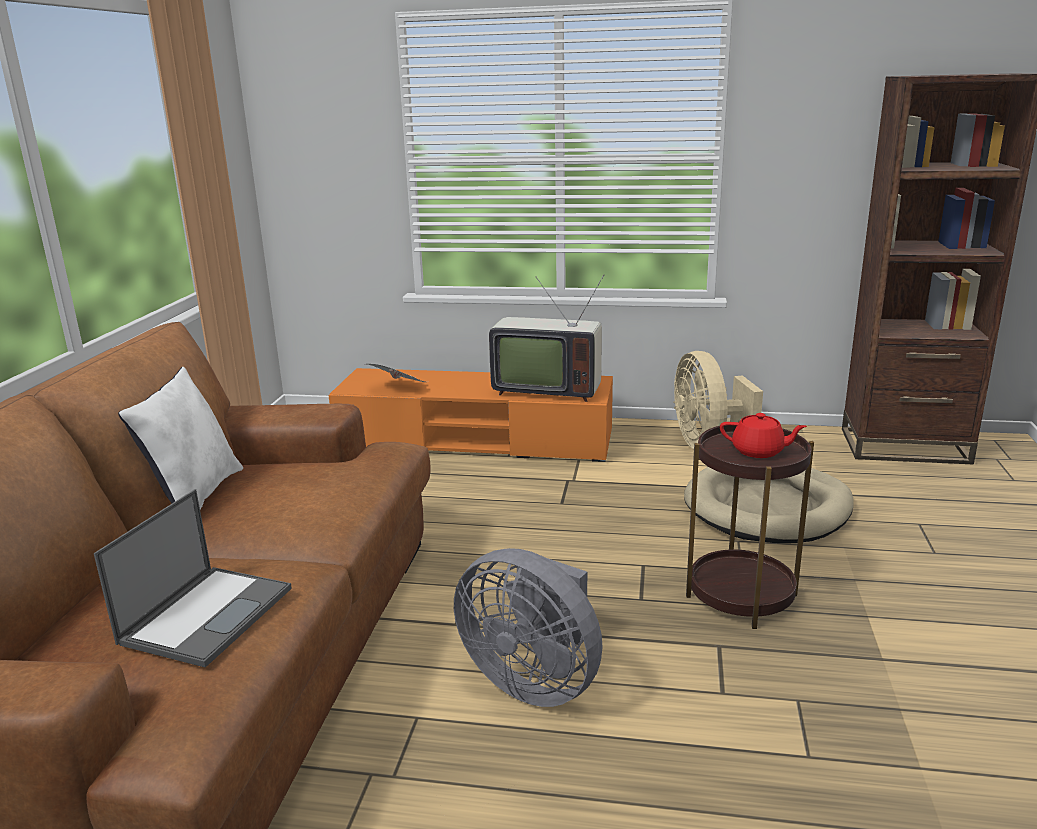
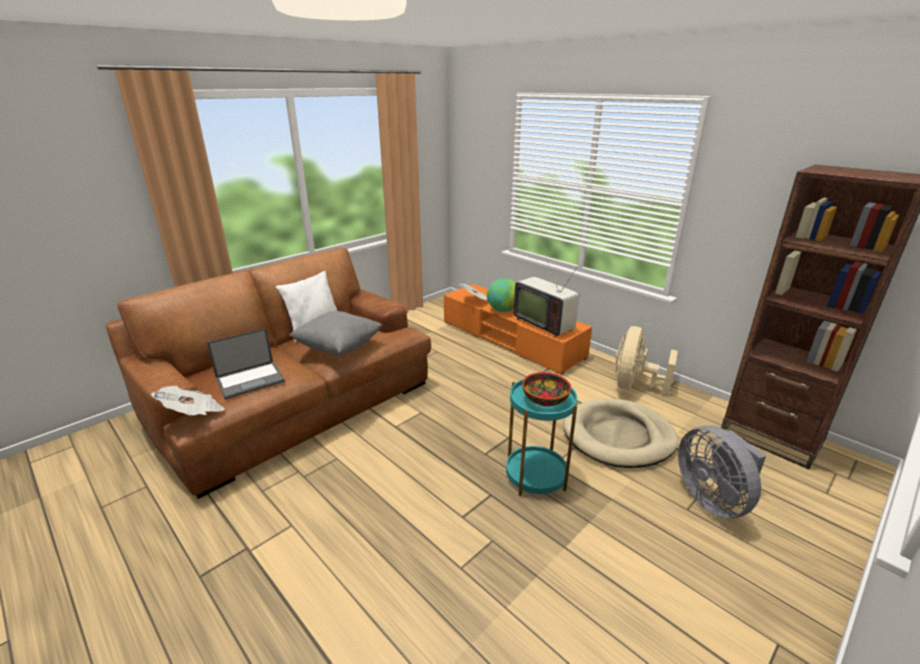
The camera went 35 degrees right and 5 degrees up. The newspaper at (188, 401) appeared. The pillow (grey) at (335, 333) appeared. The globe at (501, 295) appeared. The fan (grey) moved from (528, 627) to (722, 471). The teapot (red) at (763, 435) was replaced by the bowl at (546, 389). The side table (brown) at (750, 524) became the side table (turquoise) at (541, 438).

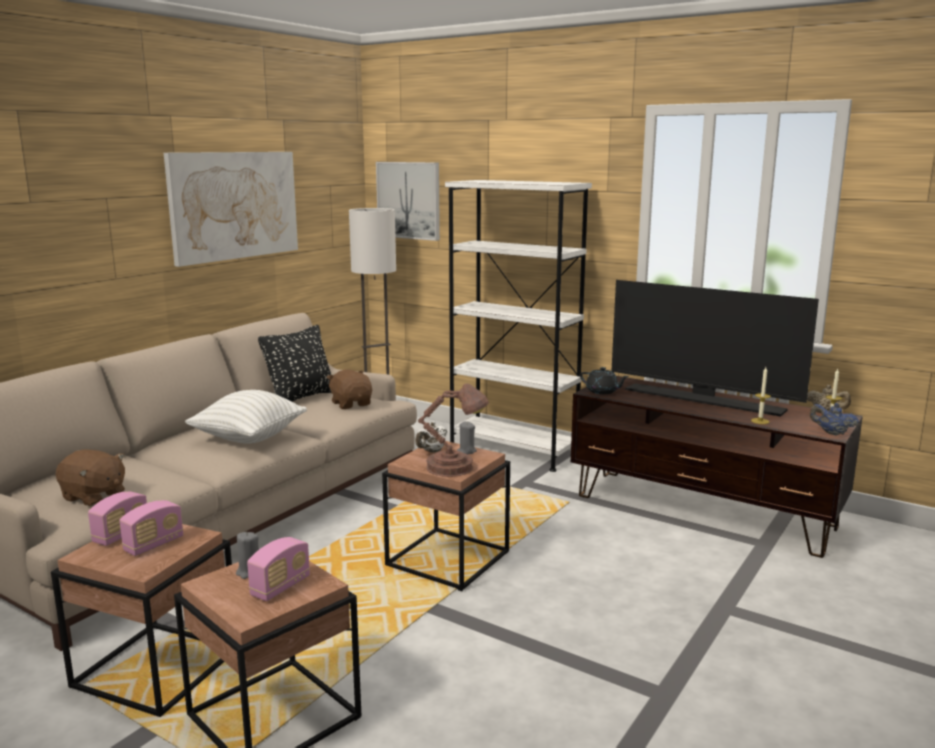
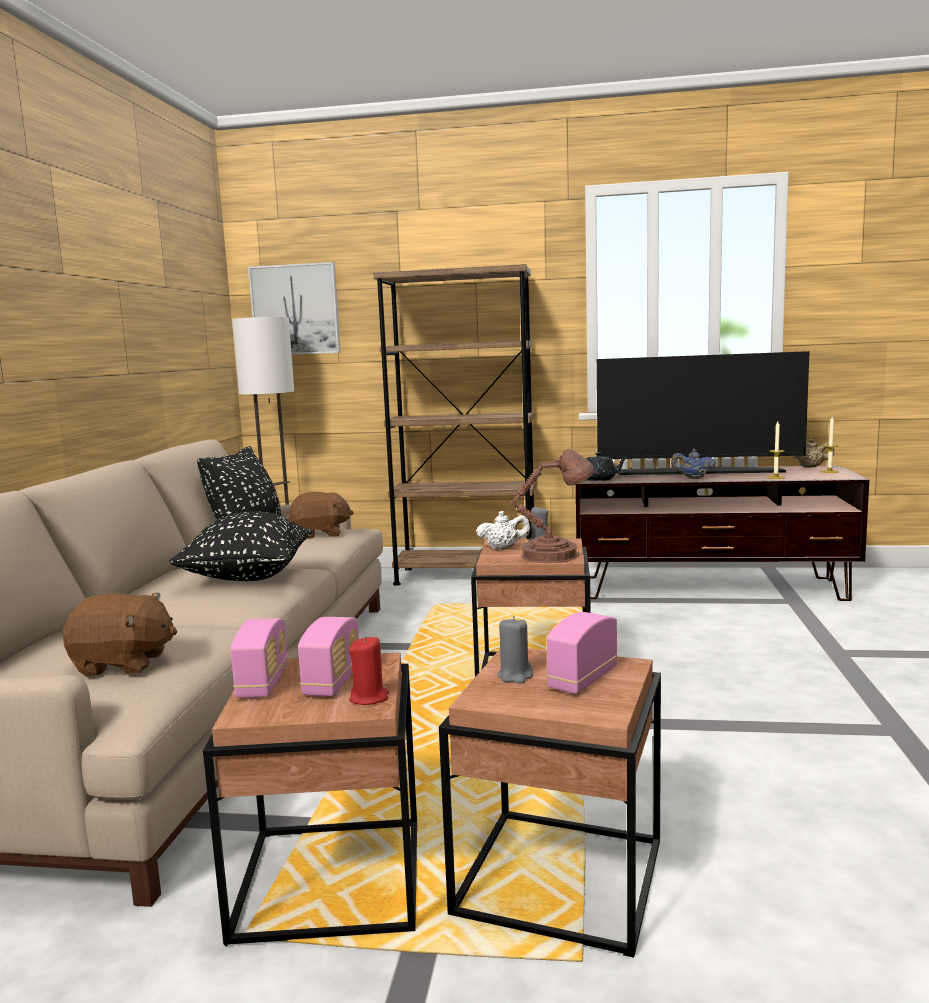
The camera went 25 degrees left and 5 degrees down. The picture at (231, 209) disappeared. The candle (red) at (369, 670) appeared. The teapot (blue) moved from (834, 419) to (693, 464). The pillow (white) at (246, 417) became the pillow (black) at (240, 546). The bookcase (white) at (518, 326) became the bookcase (brown) at (455, 425). The radio at (278, 569) turned 150 degrees counterclockwise. The plush toy (brown) at (349, 389) turned 135 degrees clockwise. The teapot (white) at (431, 437) turned 105 degrees counterclockwise.

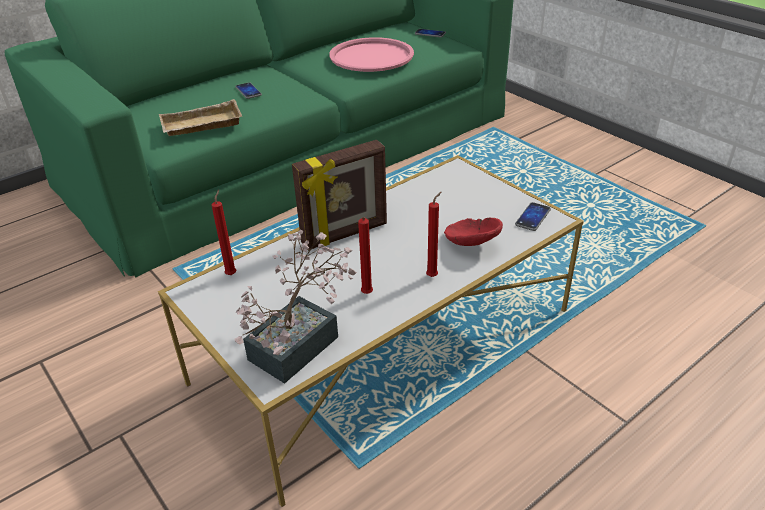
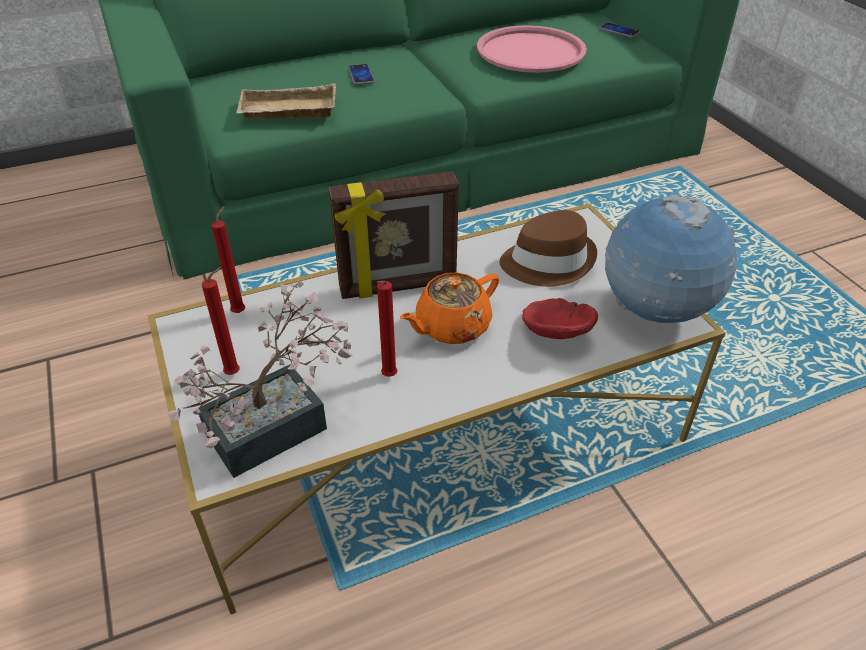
The camera went 15 degrees right and 5 degrees up. The teapot (orange) at (449, 308) appeared. The hat (brown) at (548, 248) appeared. The candle (red) moved from (433, 234) to (221, 321). The phone at (533, 216) was replaced by the globe at (672, 258).

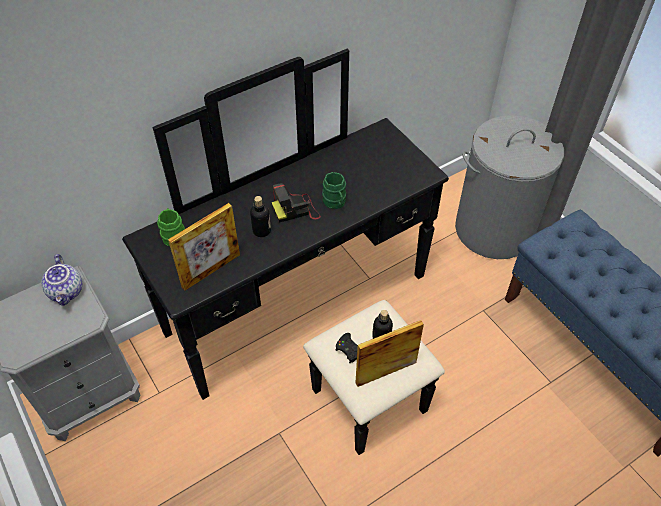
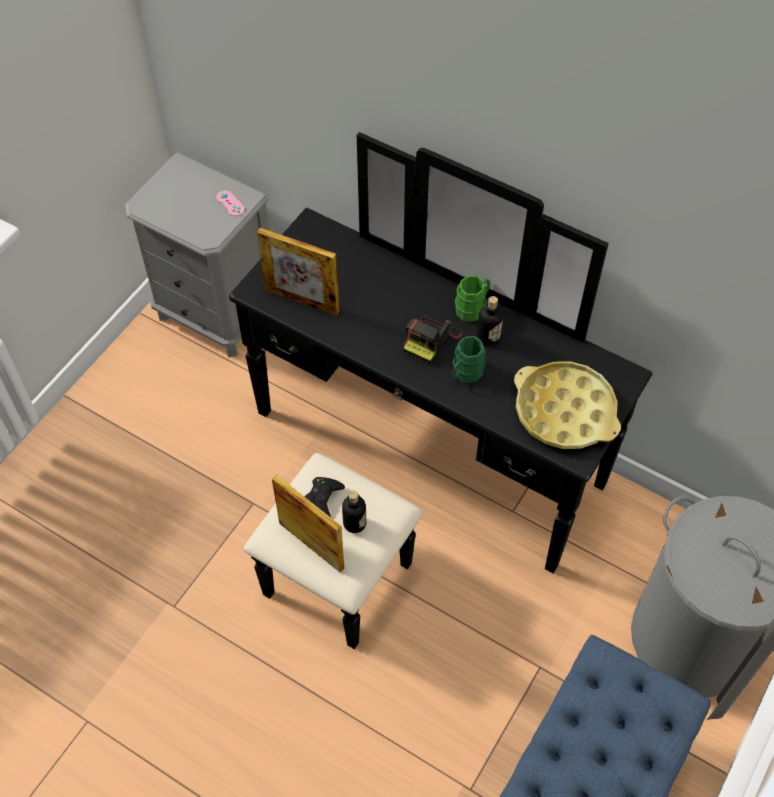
The camera went 65 degrees right and 5 degrees up. The tray (yellow) at (567, 405) appeared. The mug (green) moved from (171, 227) to (472, 299). The bottle moved from (260, 216) to (490, 320). The teapot at (61, 280) was replaced by the game controller (pink) at (230, 203). The photo camera at (296, 203) turned 105 degrees counterclockwise.

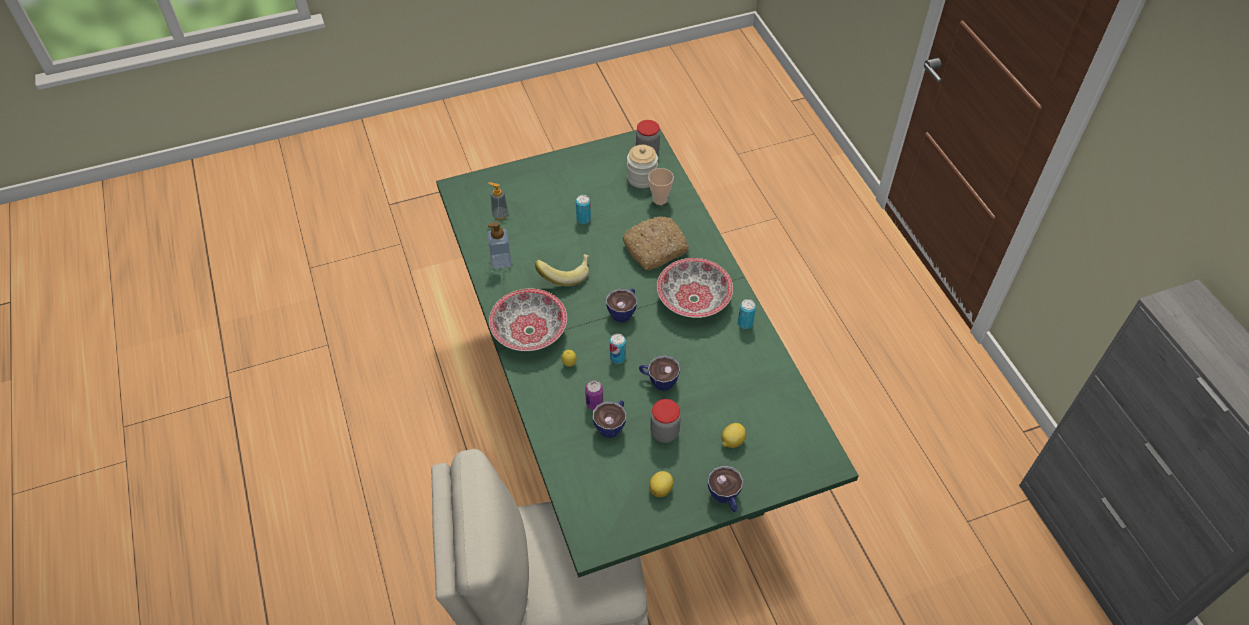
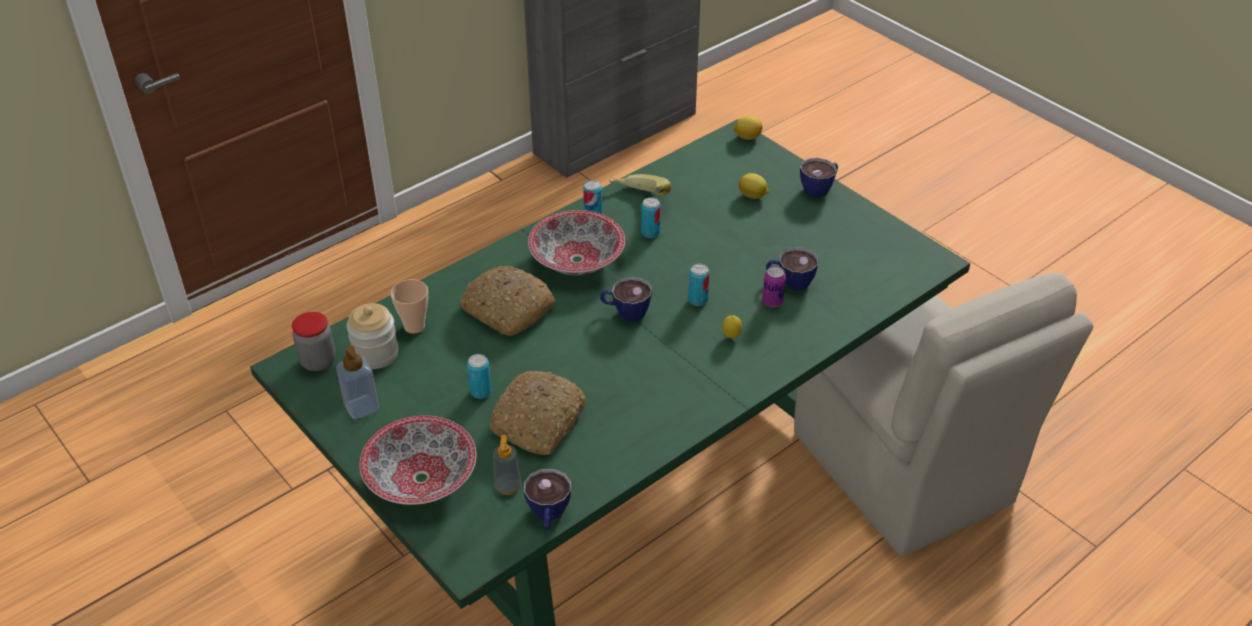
The camera went 110 degrees left and 10 degrees down. The jar at (665, 421) disappeared. The bread at (538, 413) appeared. The can at (651, 217) appeared. The soap dispenser moved from (499, 245) to (357, 382). The bowl moved from (528, 319) to (418, 460). The banana moved from (562, 270) to (640, 184). The cup moved from (659, 373) to (547, 499). The lemon moved from (661, 484) to (747, 128).

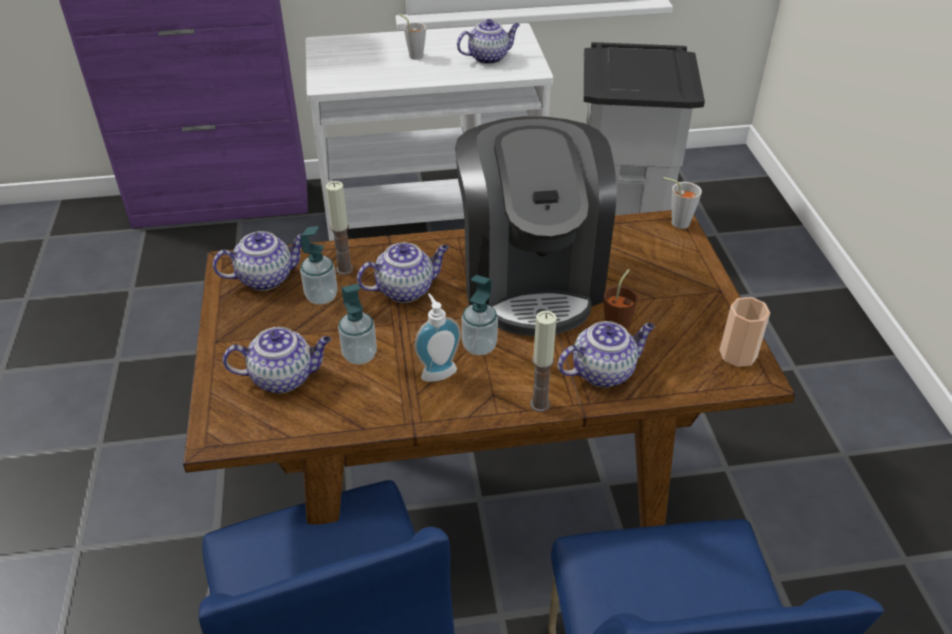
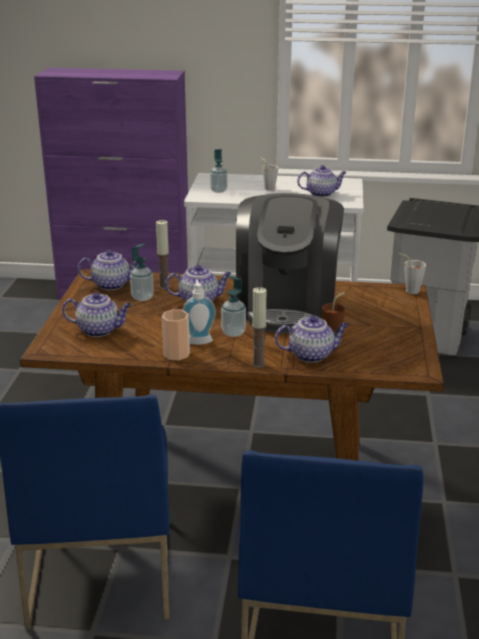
The camera went 15 degrees right and 15 degrees down. The soap dispenser moved from (357, 324) to (218, 171). The cup moved from (744, 332) to (176, 335).

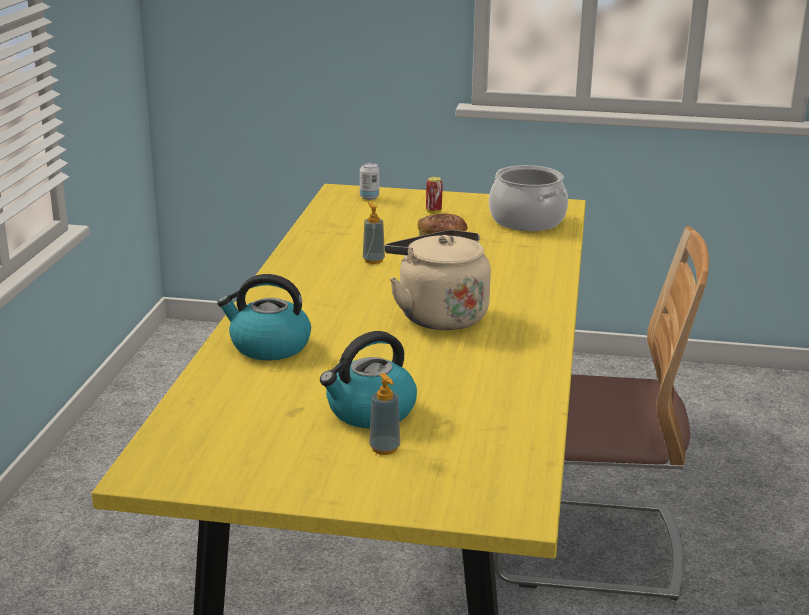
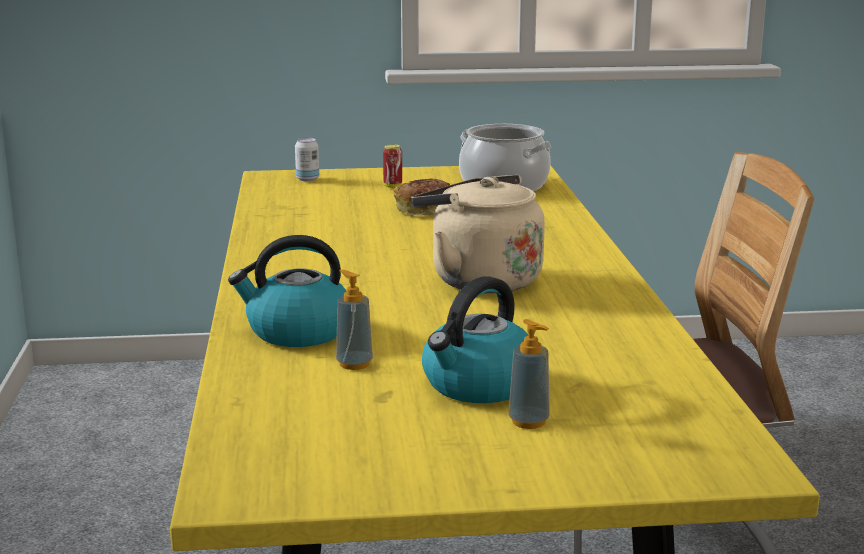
The camera went 15 degrees left and 5 degrees down. The soap dispenser moved from (374, 233) to (354, 320).

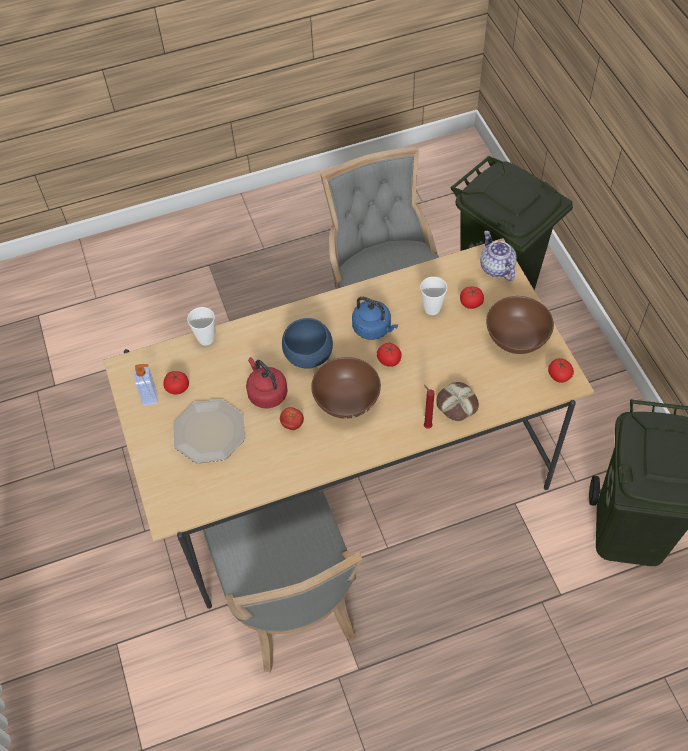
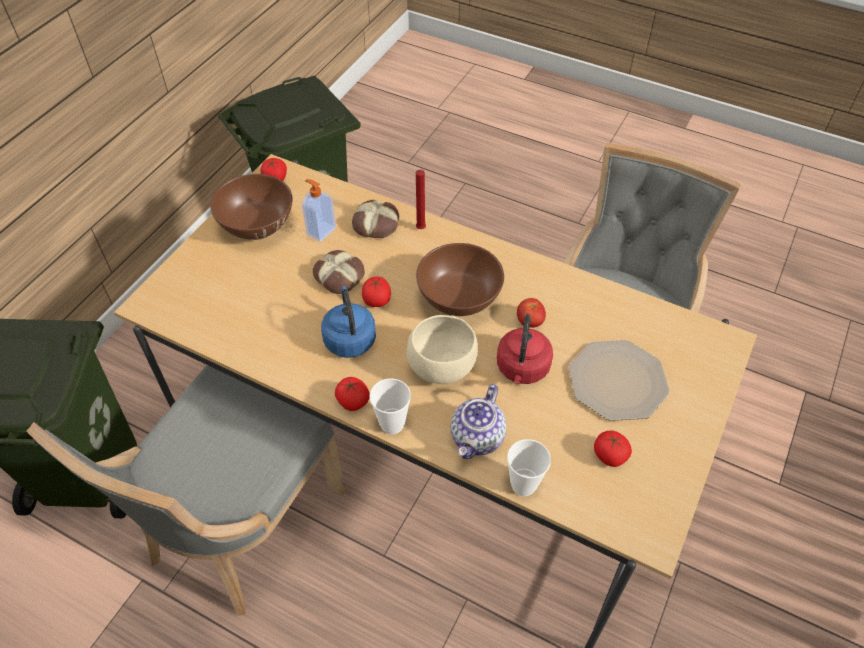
The camera went 135 degrees left and 5 degrees down. The bread at (339, 272) appeared. The soap dispenser moved from (145, 385) to (319, 210). The cup moved from (433, 296) to (390, 406). The tomato moved from (472, 297) to (352, 394). The teapot moved from (498, 256) to (479, 421). The bowl (blue) at (307, 343) became the bowl (beige) at (442, 349).

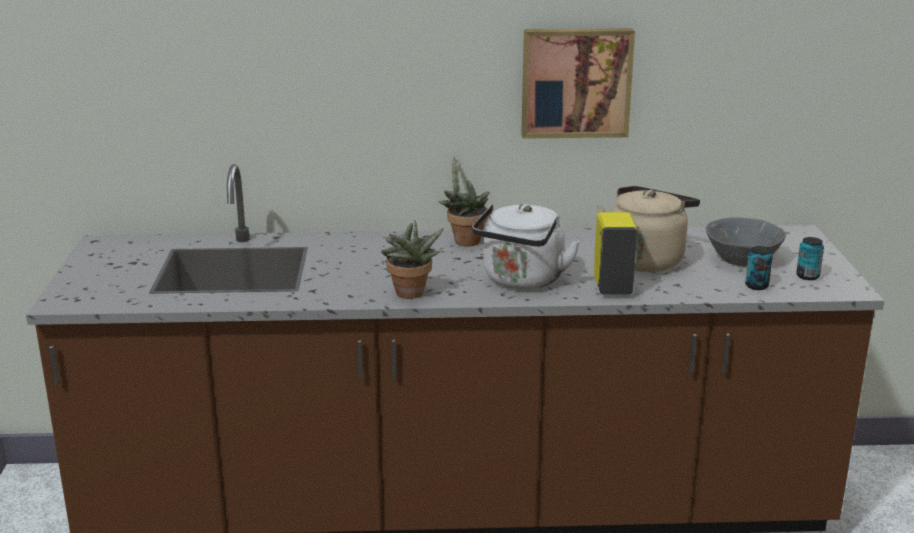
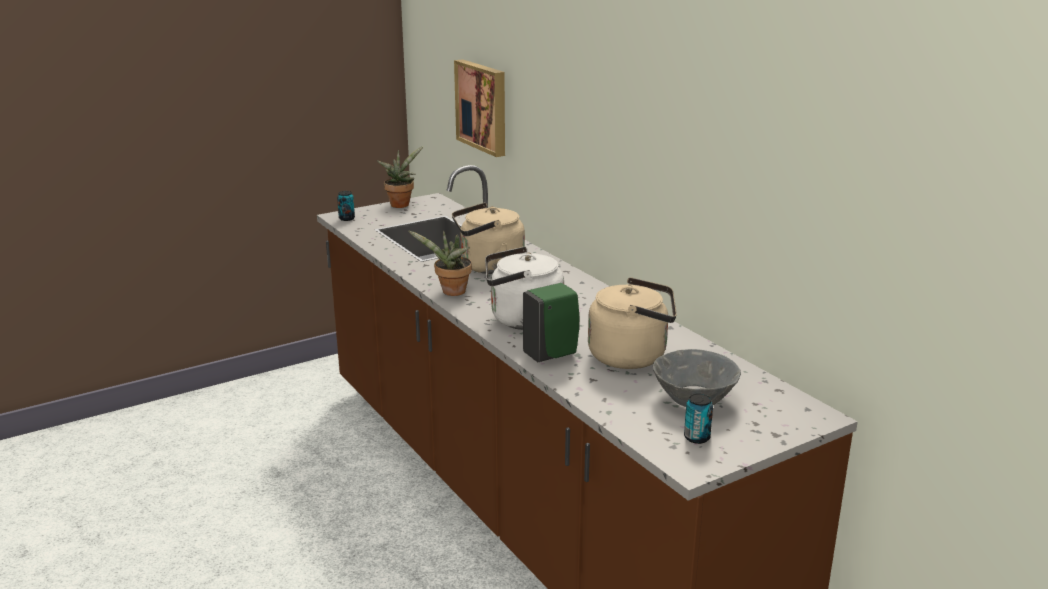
The camera went 60 degrees right and 0 degrees up. The kettle (beige) at (488, 238) appeared. The potted plant moved from (463, 201) to (400, 177). The picture moved from (578, 83) to (479, 108). The can moved from (759, 268) to (346, 206). The soap dispenser (yellow) at (615, 253) became the soap dispenser (green) at (551, 322).

